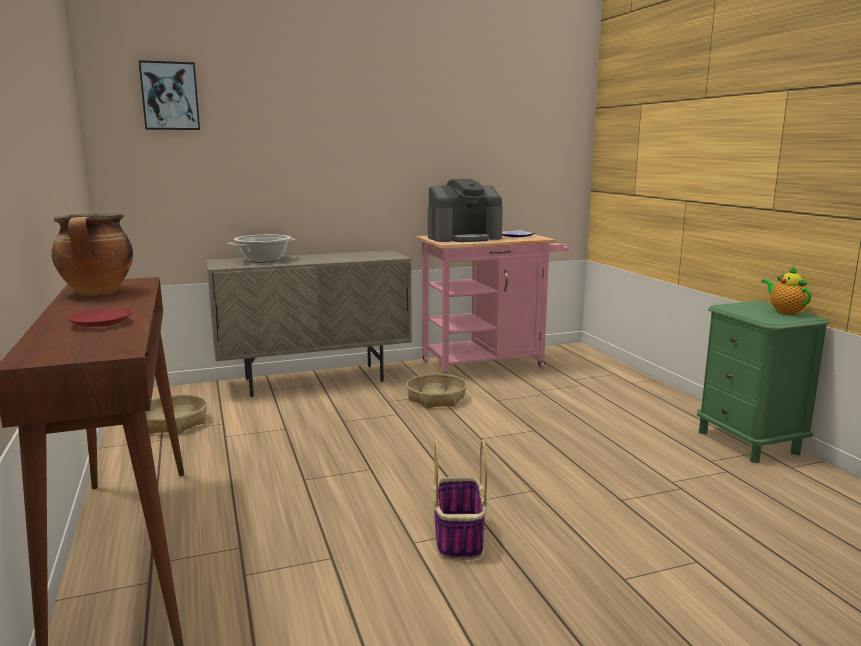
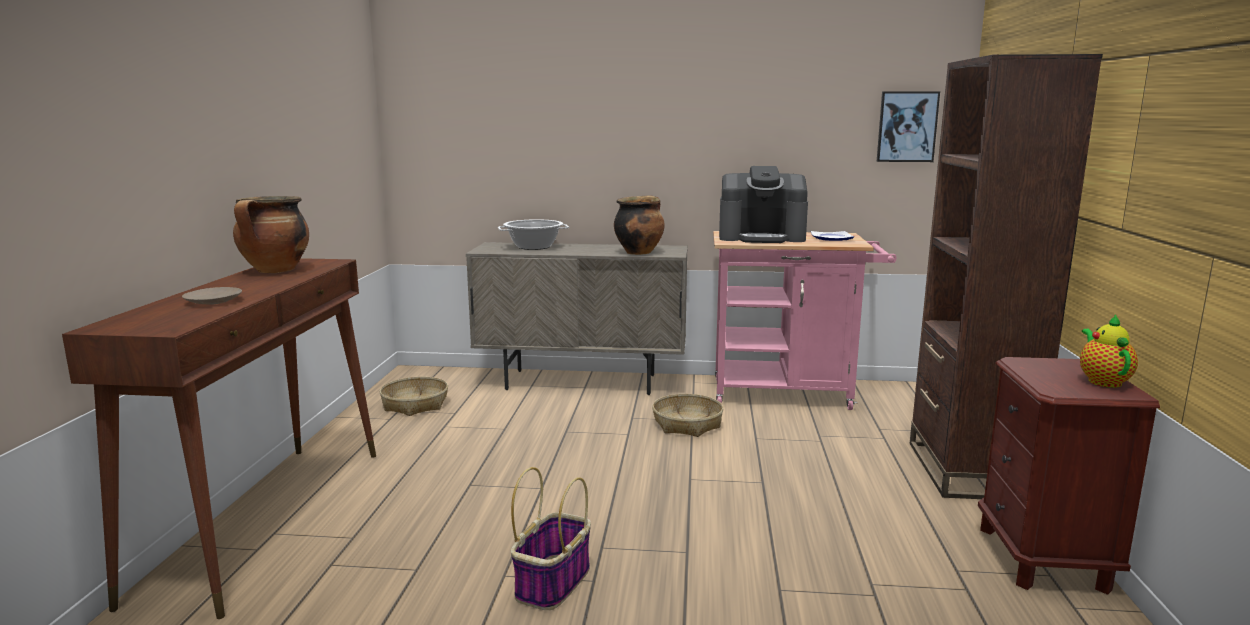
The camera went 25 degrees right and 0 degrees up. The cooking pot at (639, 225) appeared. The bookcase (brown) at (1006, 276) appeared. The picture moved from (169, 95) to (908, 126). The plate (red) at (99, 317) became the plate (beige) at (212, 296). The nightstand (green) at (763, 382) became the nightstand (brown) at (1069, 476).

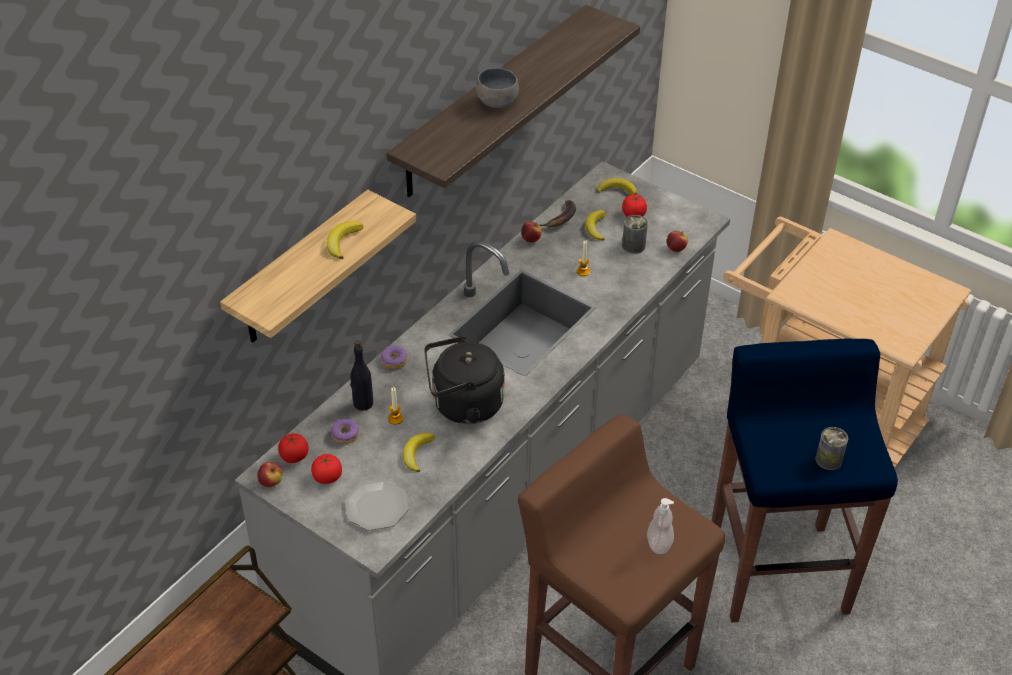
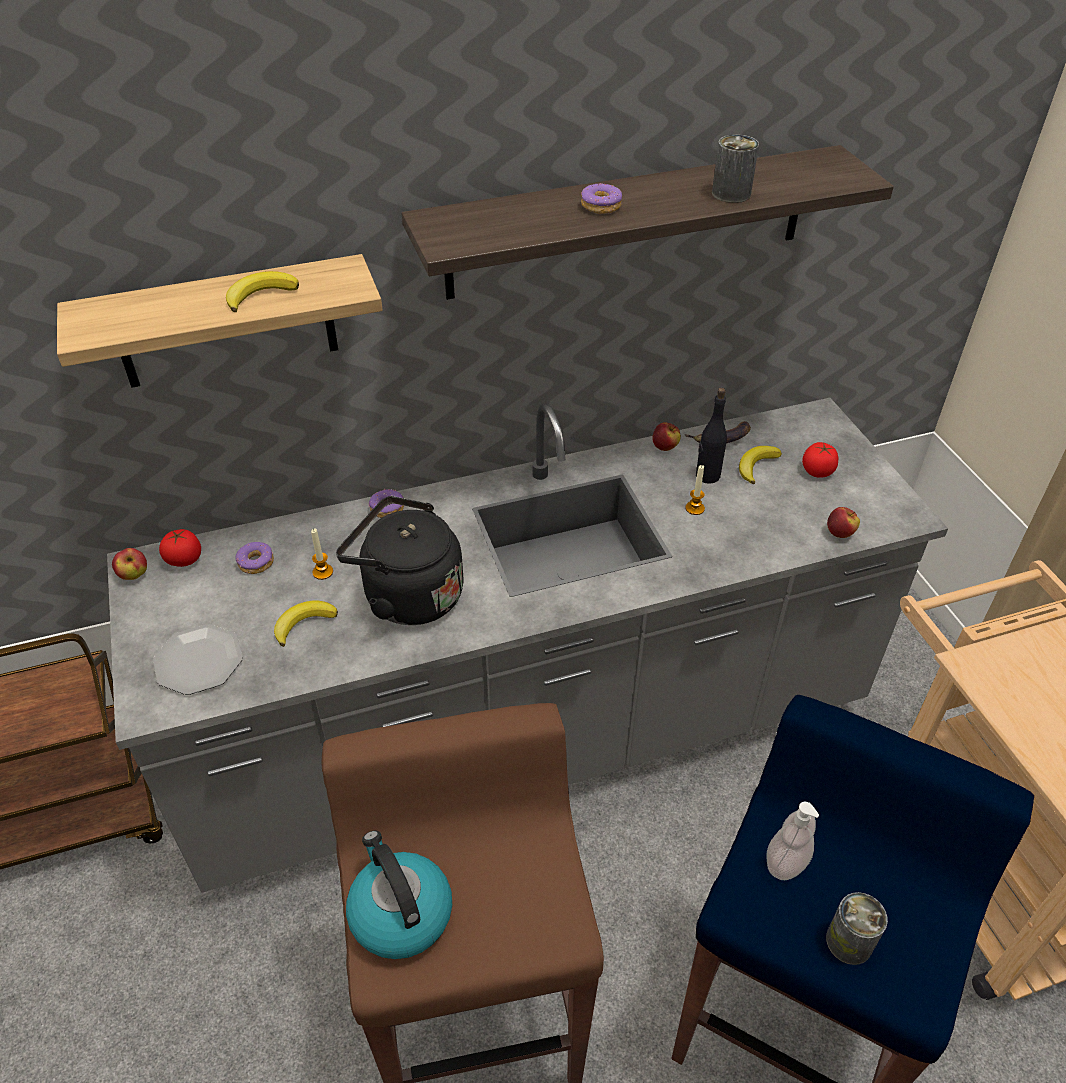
The camera went 35 degrees right and 0 degrees up. The tomato at (326, 469) disappeared. The banana at (617, 186) disappeared. The kettle at (399, 894) appeared. The bottle (black) moved from (362, 375) to (711, 436). The can moved from (635, 234) to (735, 168). The soap dispenser moved from (660, 526) to (792, 841). The bowl (grey) at (497, 88) was replaced by the donut at (601, 198).

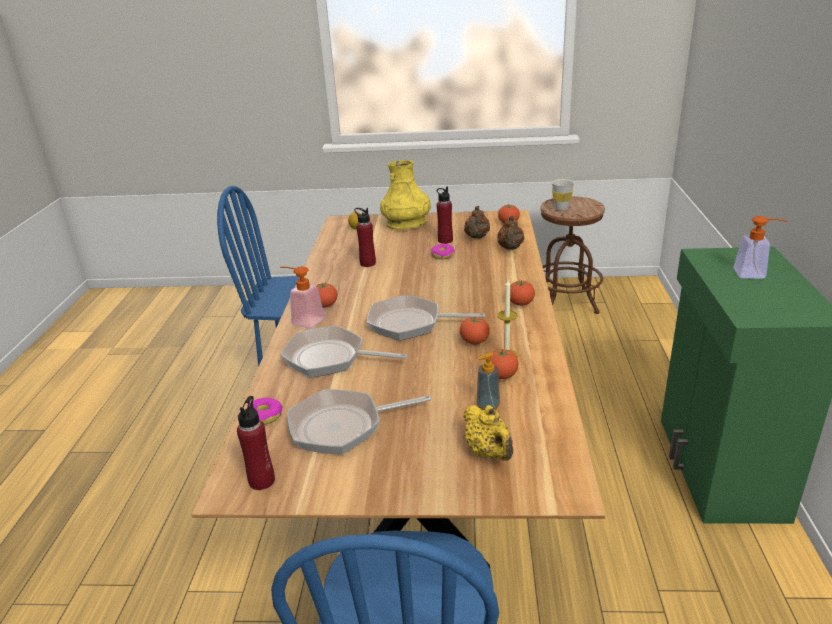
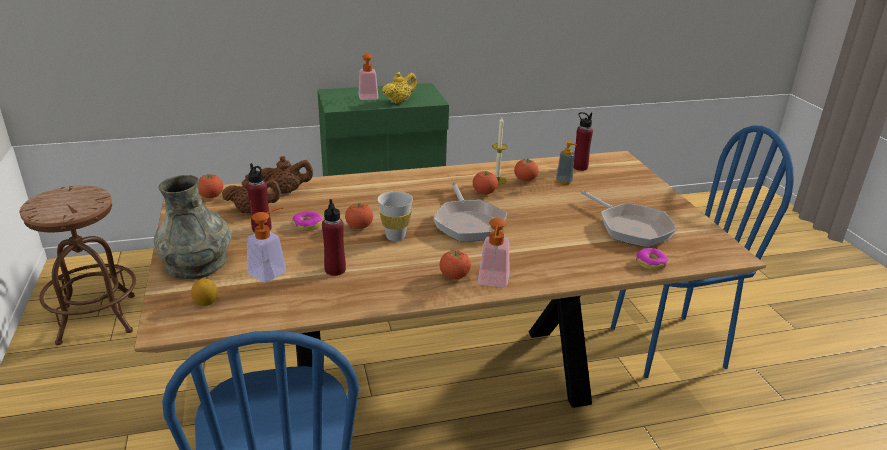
The camera went 110 degrees left and 0 degrees up. The frying pan at (343, 352) disappeared. The soap dispenser at (266, 245) appeared. The bottle (red) moved from (256, 443) to (583, 141). The teapot (yellow) moved from (488, 433) to (399, 88). The tomato moved from (522, 293) to (359, 216). The cup (white) moved from (563, 195) to (395, 216). The vase (yellow) at (405, 195) became the vase (grey) at (192, 227).

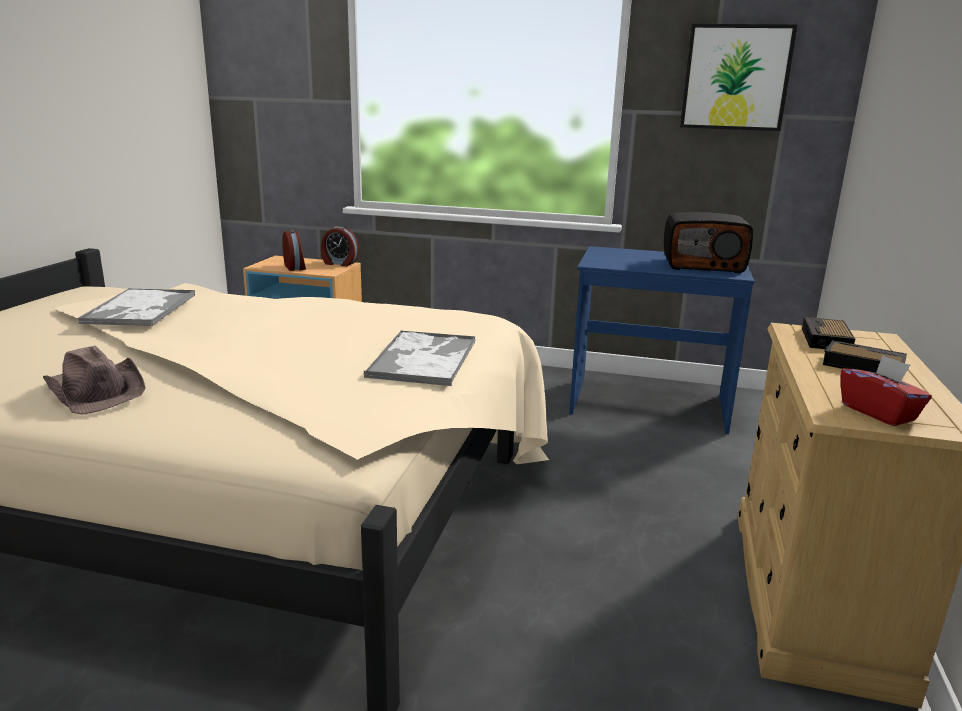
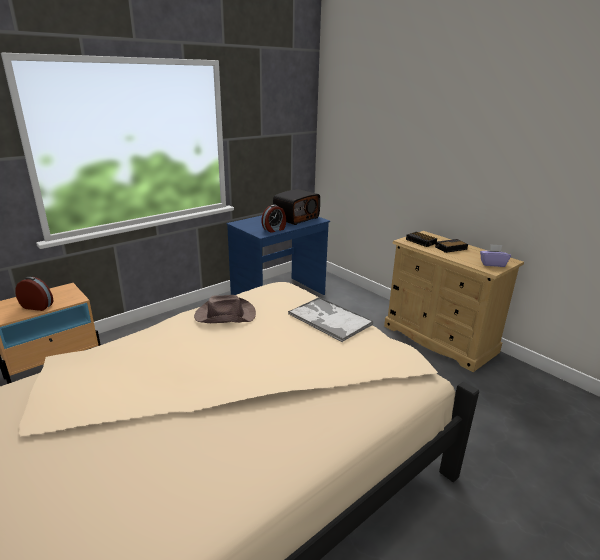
The camera went 55 degrees left and 5 degrees up. The tray at (136, 307) disappeared. The picture at (739, 77) disappeared. The hat (brown) moved from (94, 380) to (225, 309). The alarm clock moved from (340, 246) to (274, 219). The tissue box (red) at (886, 390) became the tissue box (purple) at (495, 255).

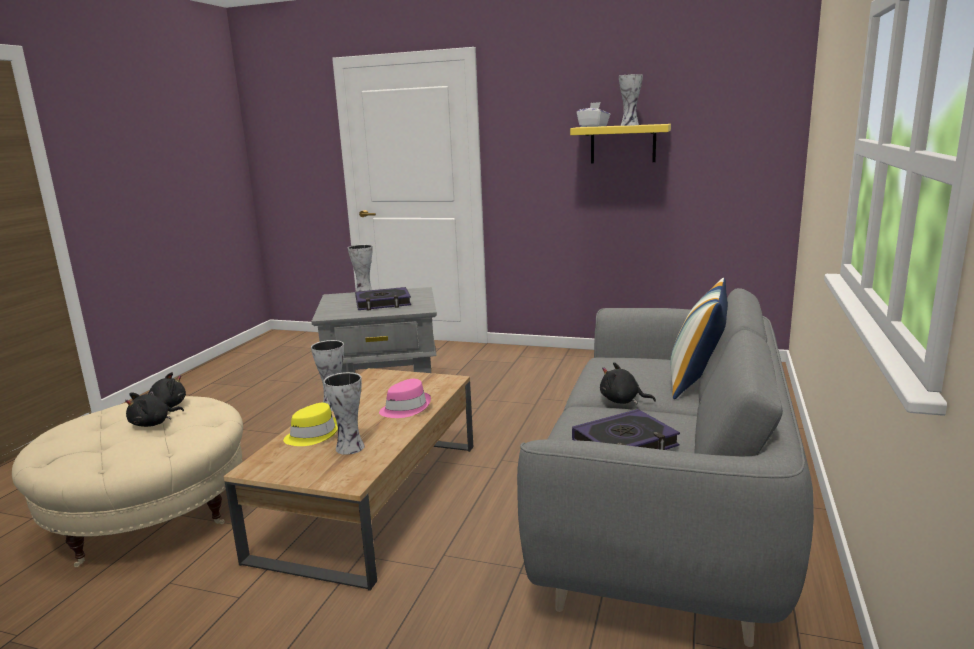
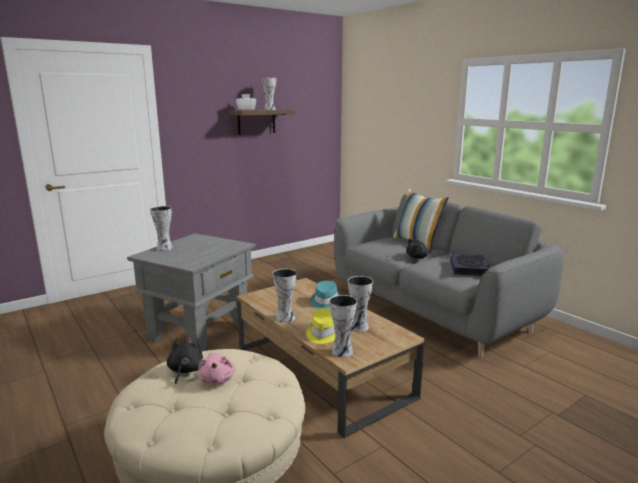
The camera went 55 degrees left and 0 degrees up. The book at (383, 299) disappeared. The vase at (343, 326) appeared. The plush toy (black) at (154, 409) became the plush toy (pink) at (217, 369). The hat (pink) at (405, 398) became the hat (turquoise) at (325, 295). The shelf (yellow) at (620, 144) became the shelf (brown) at (262, 122).

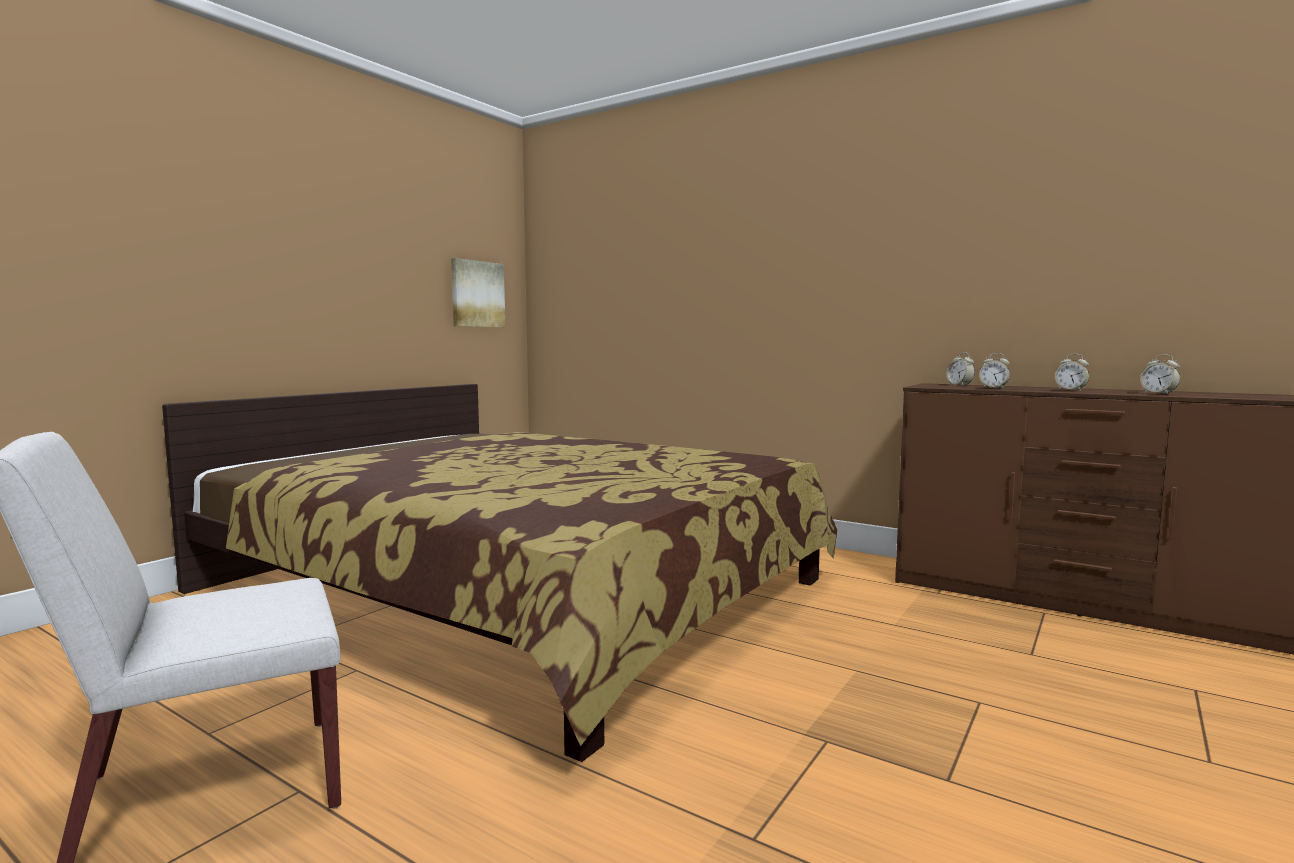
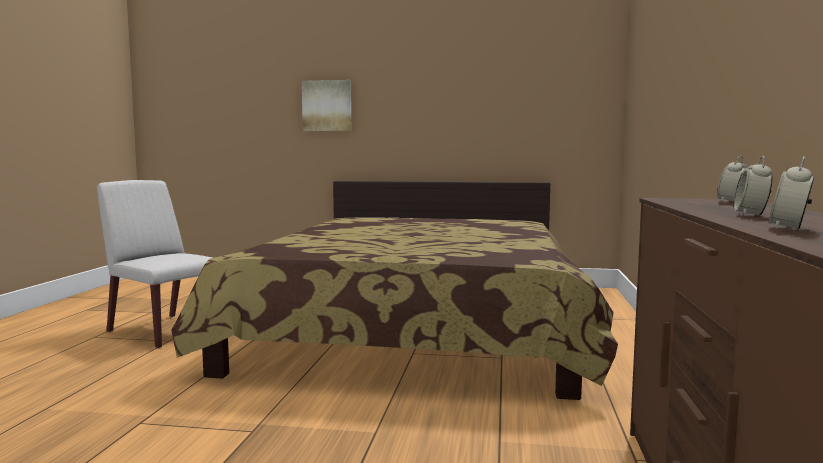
The camera went 65 degrees right and 0 degrees up. The alarm clock at (994, 371) disappeared. The picture moved from (478, 292) to (326, 105).

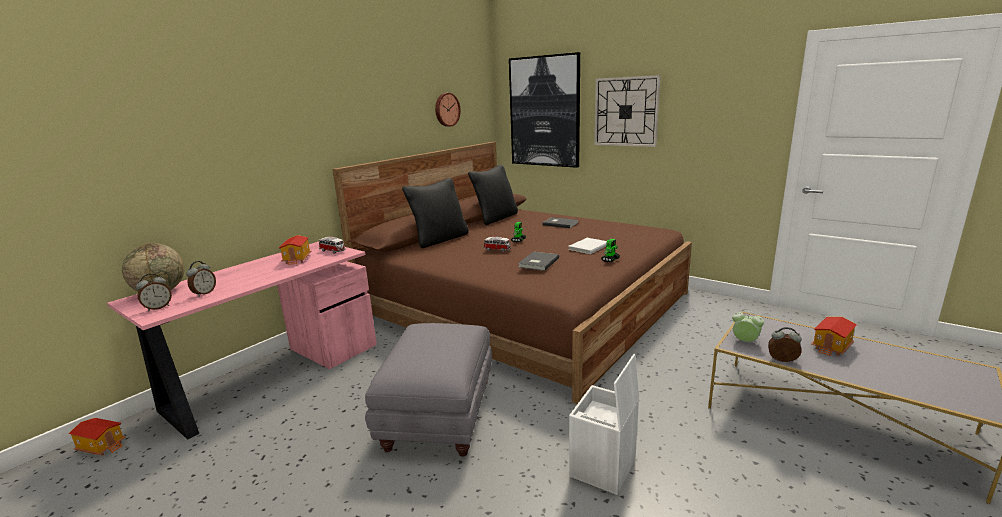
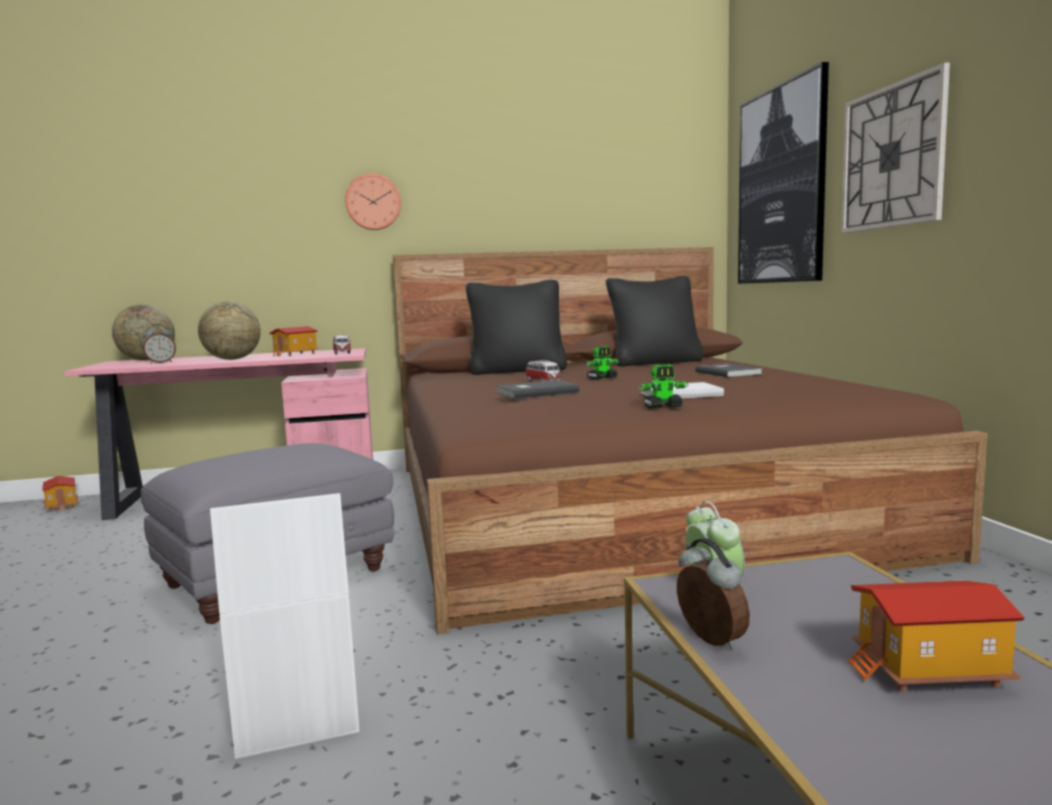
The camera went 40 degrees right and 10 degrees down. The alarm clock at (154, 292) disappeared. The globe at (229, 331) appeared. The wall clock moved from (448, 110) to (373, 202).

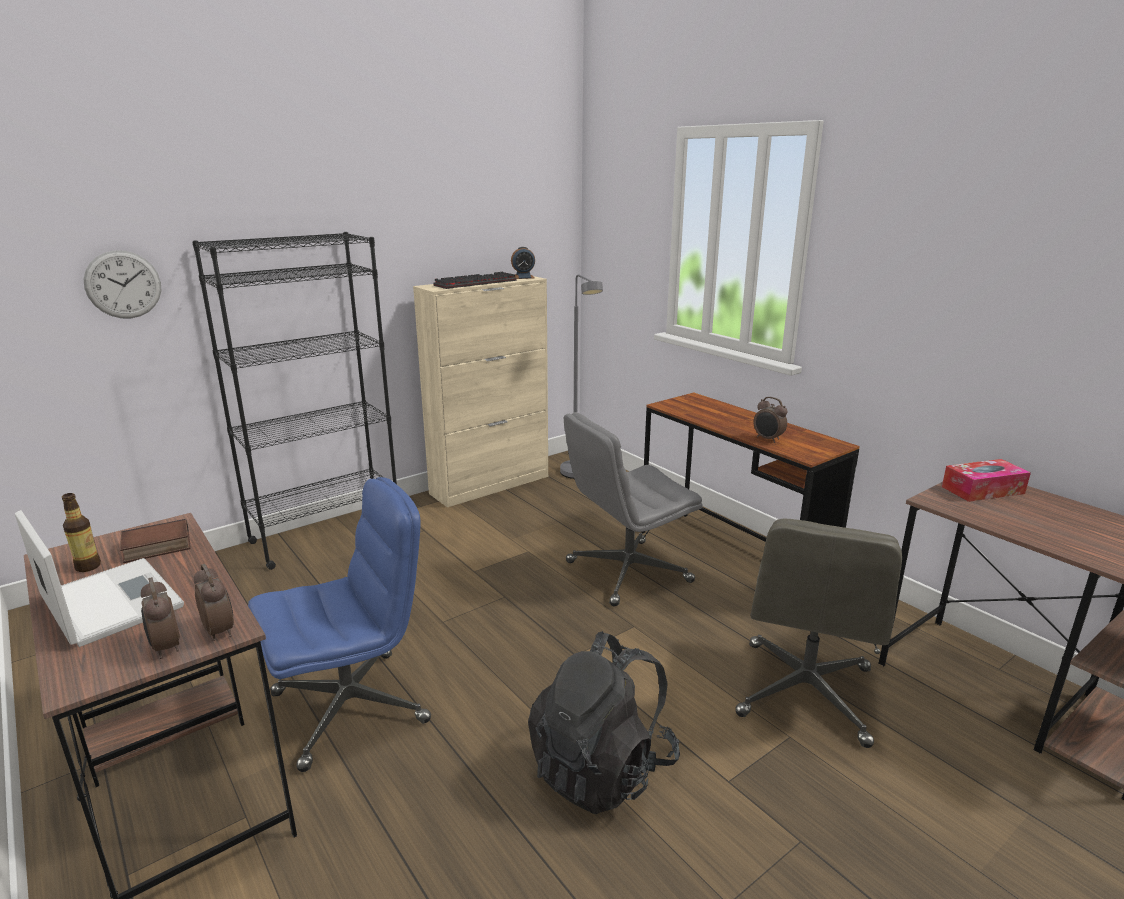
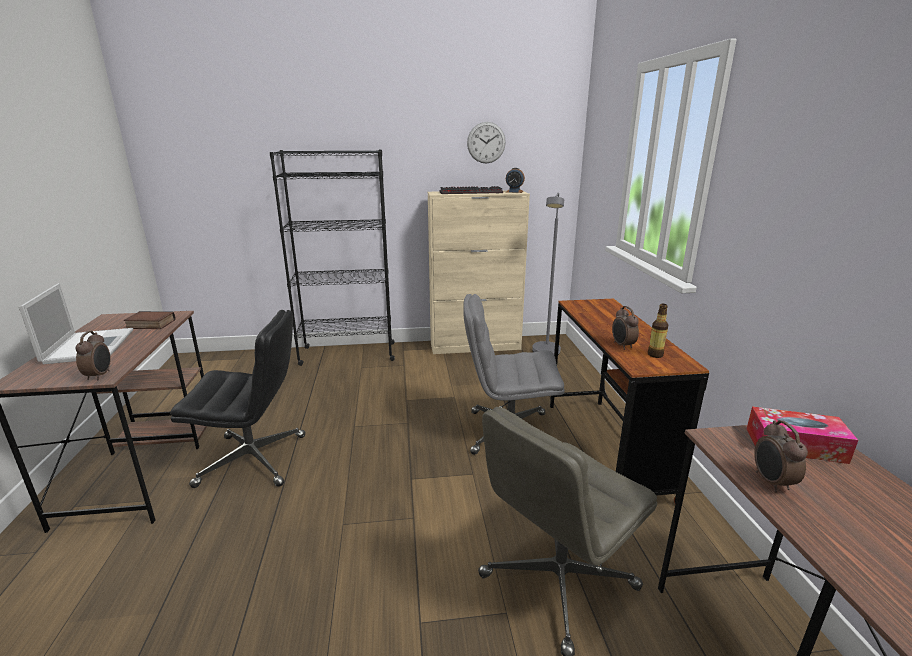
The camera went 30 degrees right and 0 degrees up. The backpack (black) at (604, 722) disappeared. The bottle moved from (81, 532) to (658, 331). The wall clock moved from (122, 284) to (486, 142). The alarm clock moved from (160, 618) to (781, 456). The office chair (blue) at (339, 624) became the office chair (black) at (237, 399).

